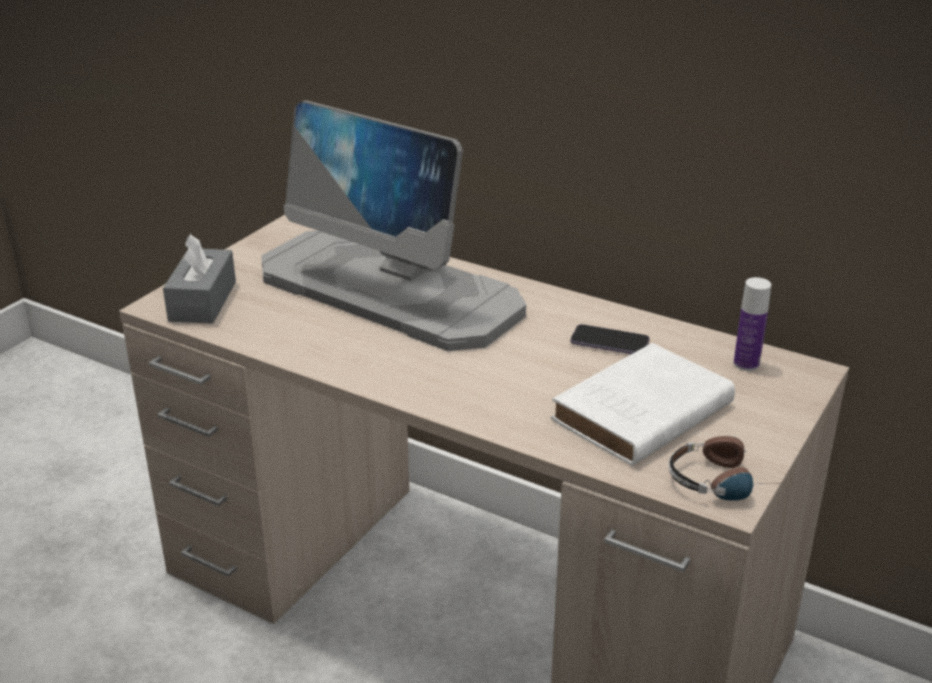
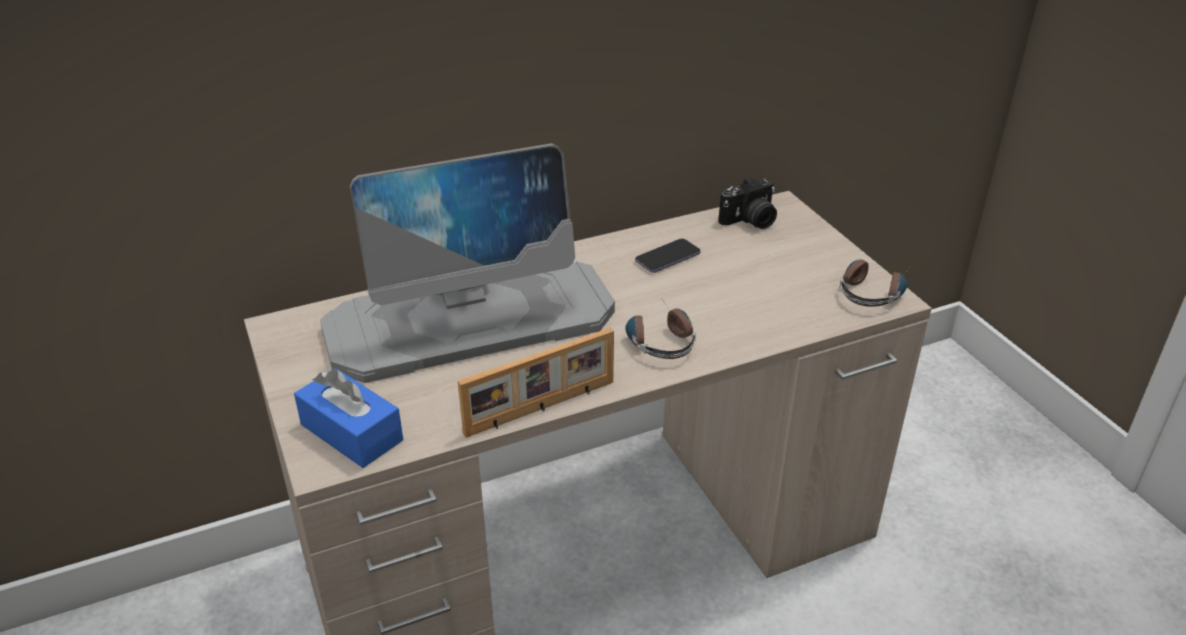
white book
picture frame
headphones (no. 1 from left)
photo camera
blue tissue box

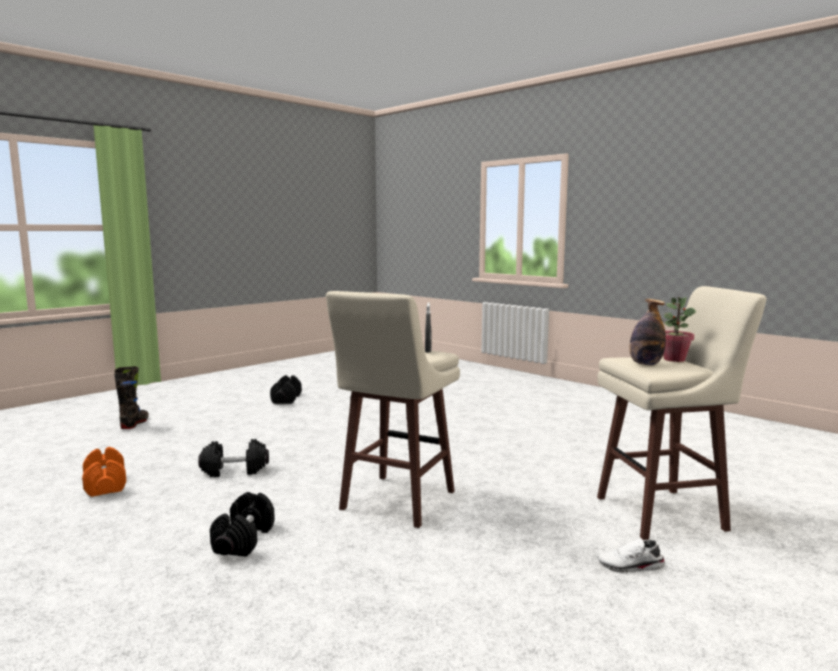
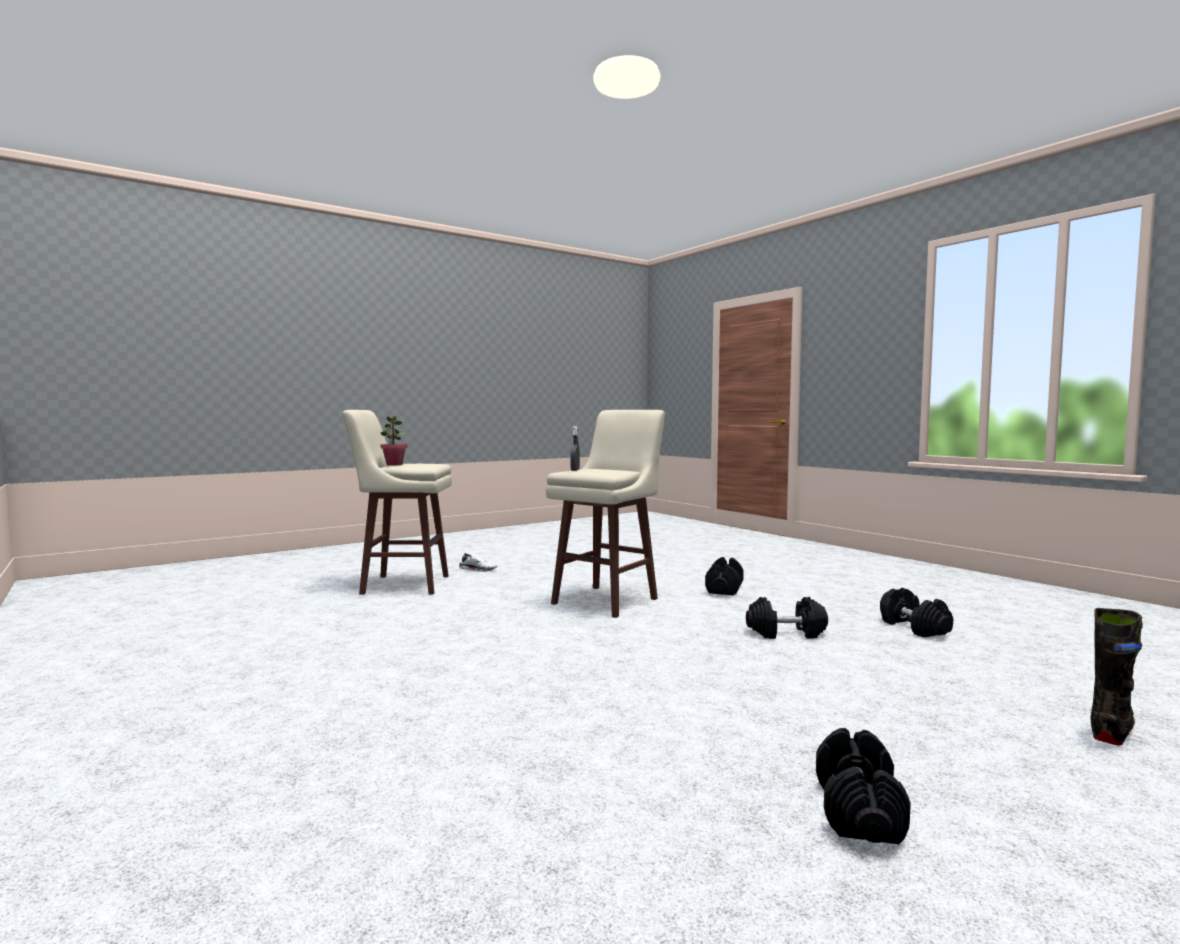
bottle
black dumbbell (no. 4 from left)
black boot

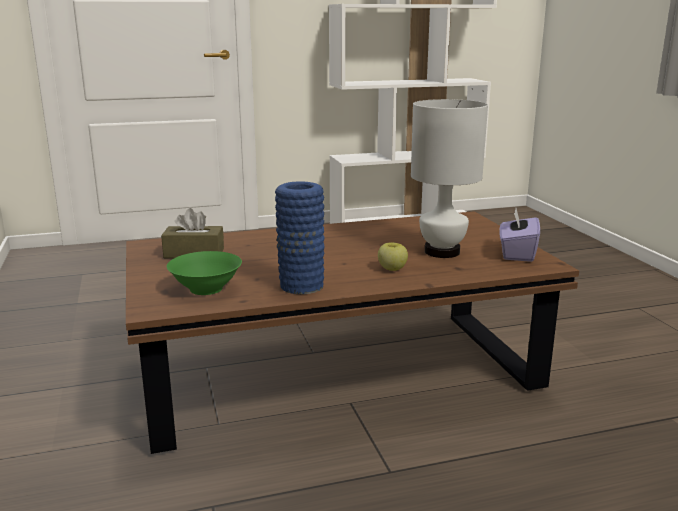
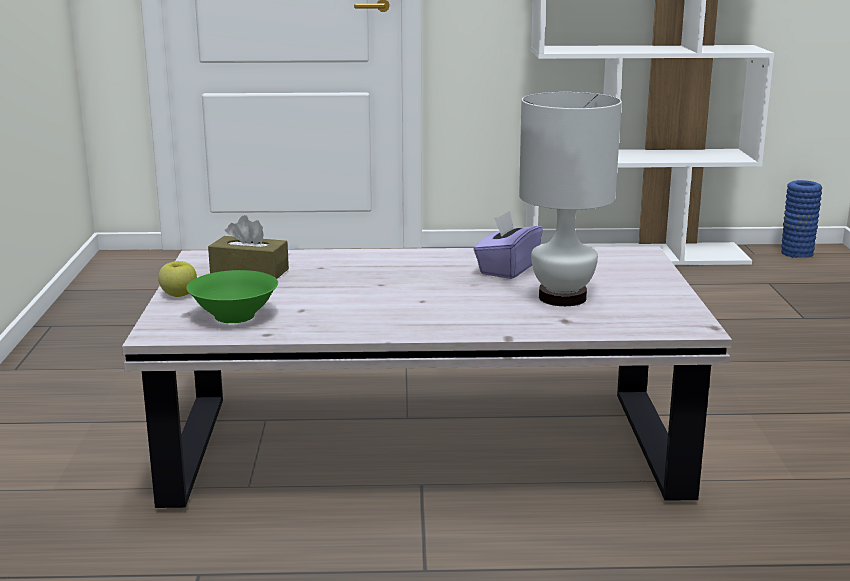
blue vase
apple
purple tissue box
white coffee table

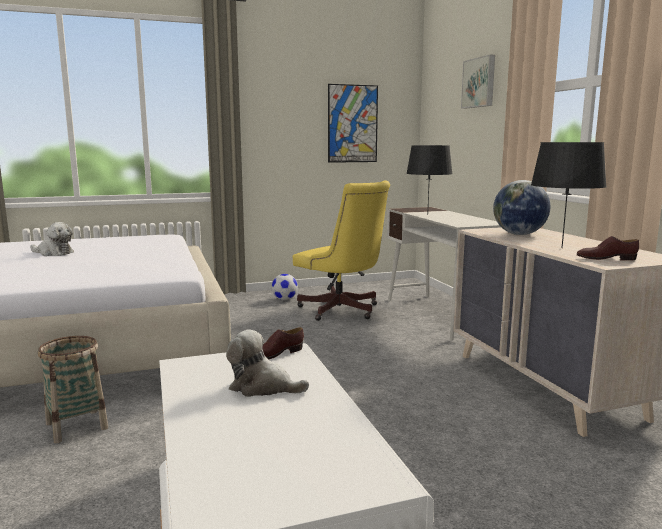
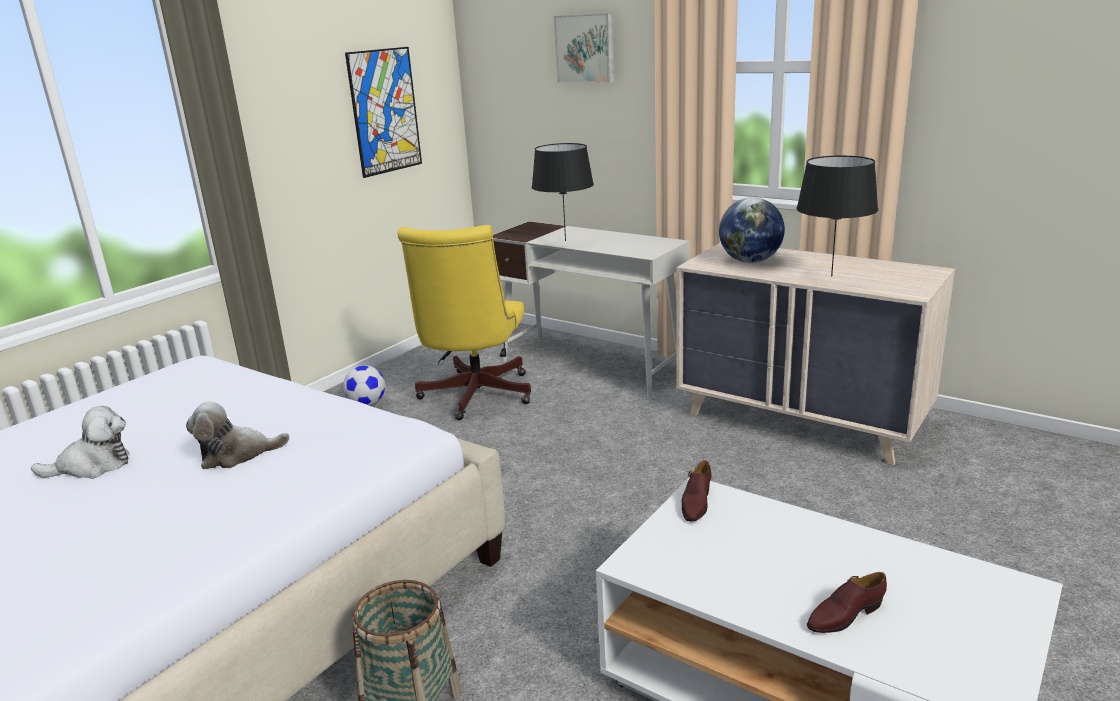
plush toy (no. 2 from left)
brown shoe (no. 2 from left)
yellow office chair

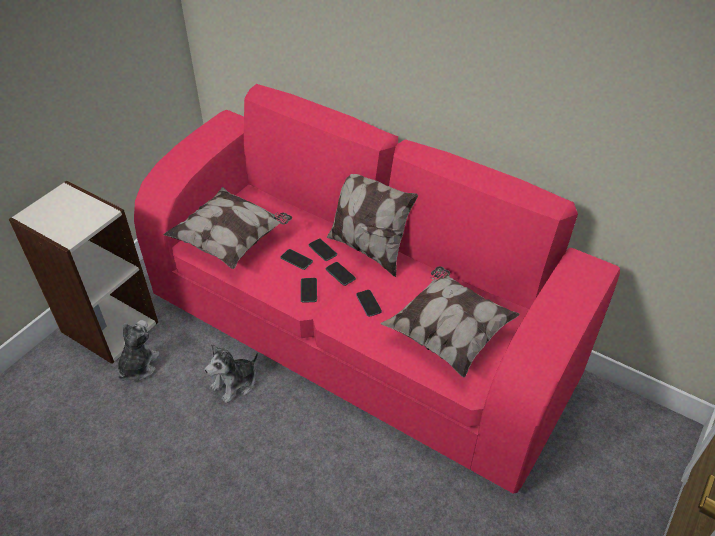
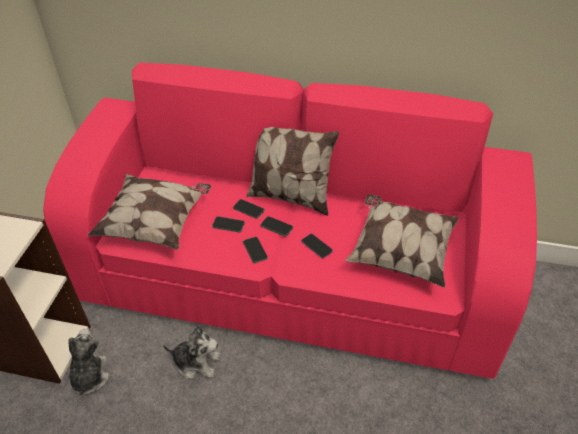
plush toy (no. 2 from left)

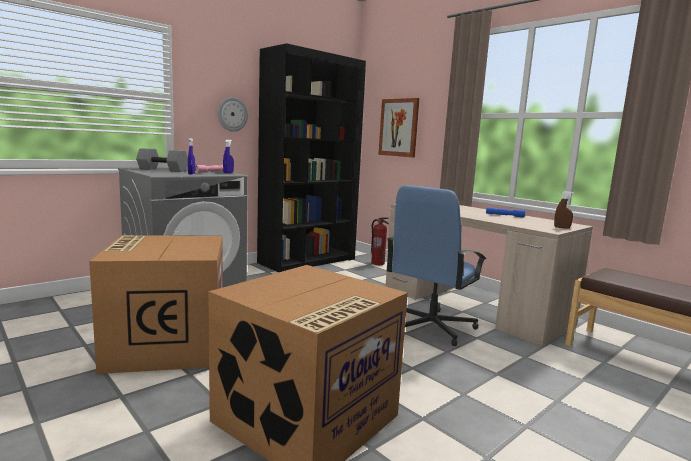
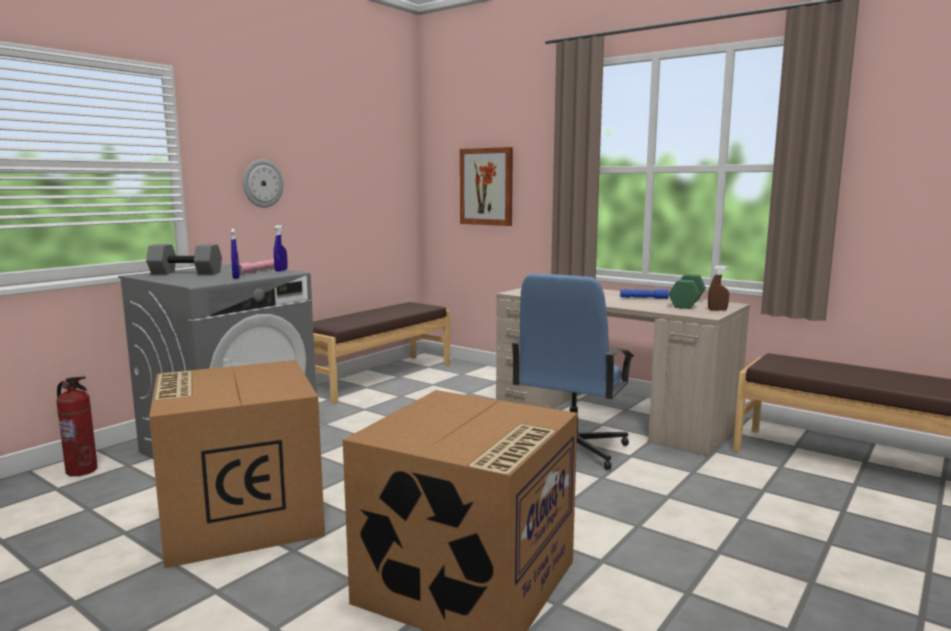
green dumbbell
fire extinguisher
brown bench (no. 1 from left)

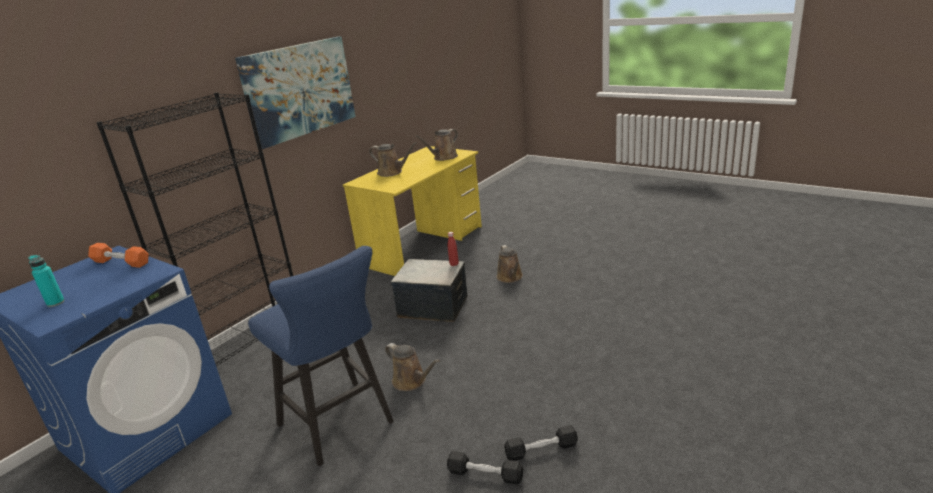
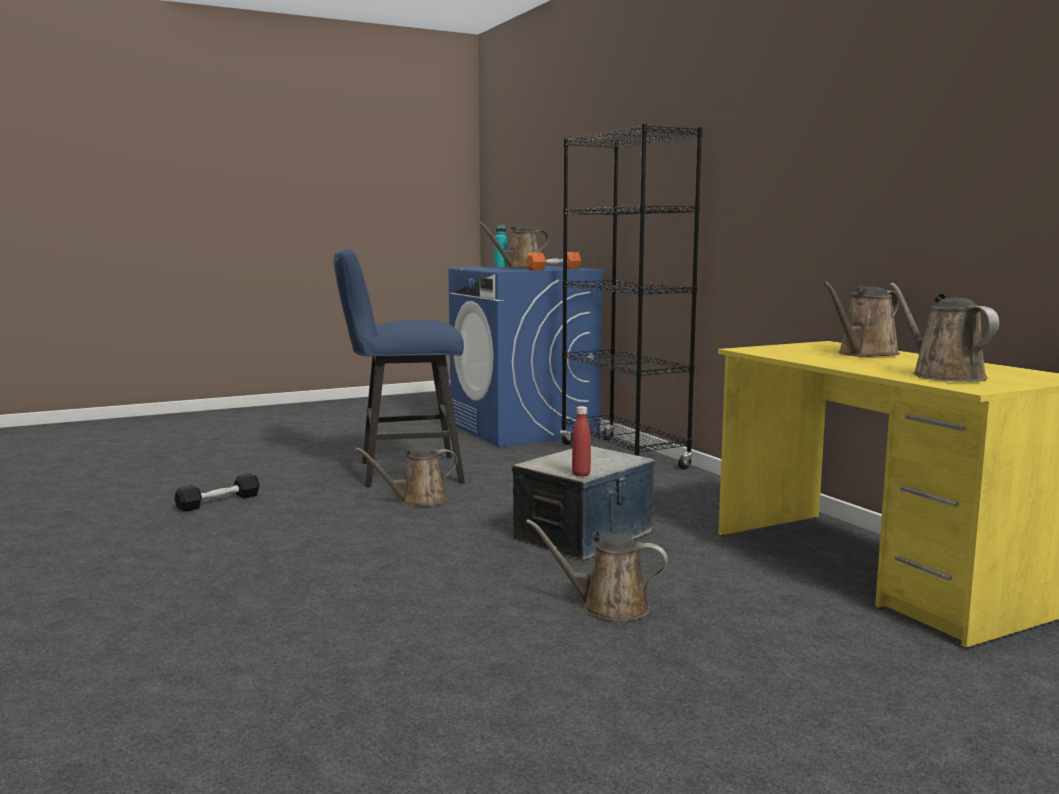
picture
black dumbbell (no. 2 from left in the first image)
brown watering can (no. 2 from left)

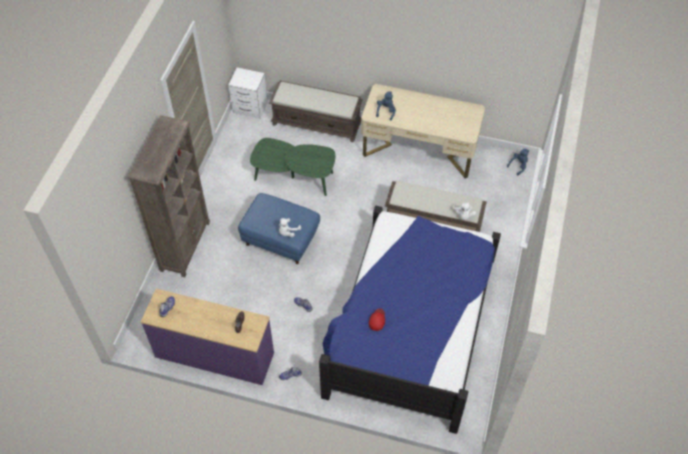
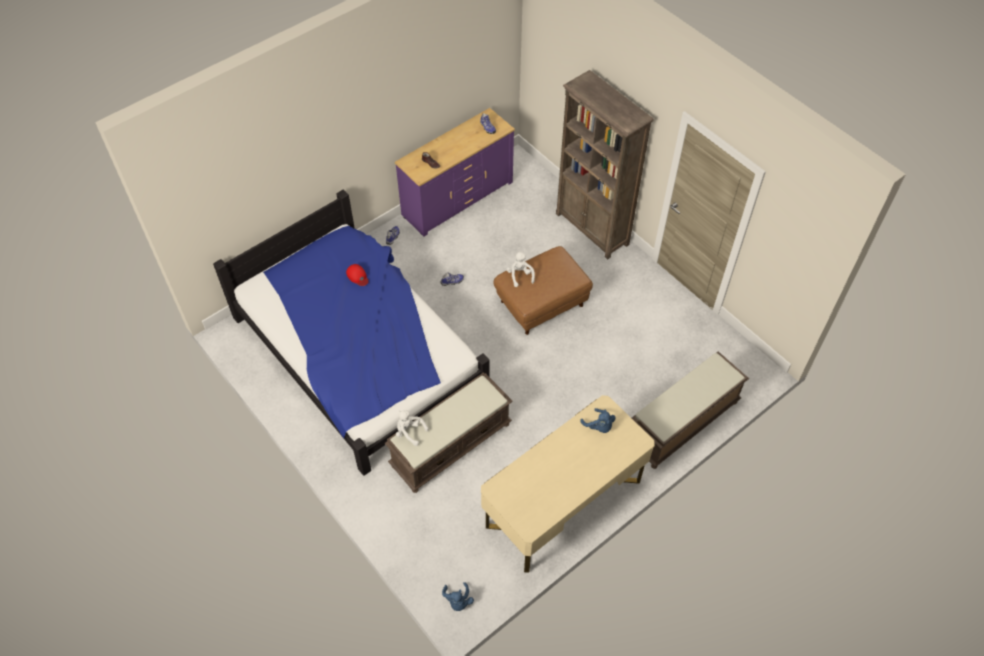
white nightstand
green coffee table
brown ottoman

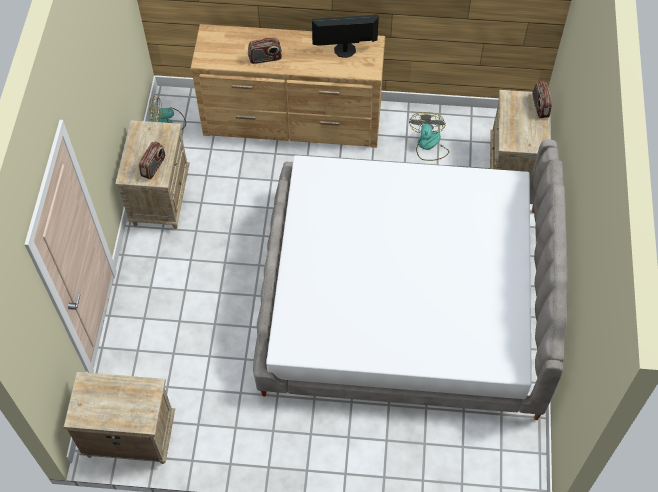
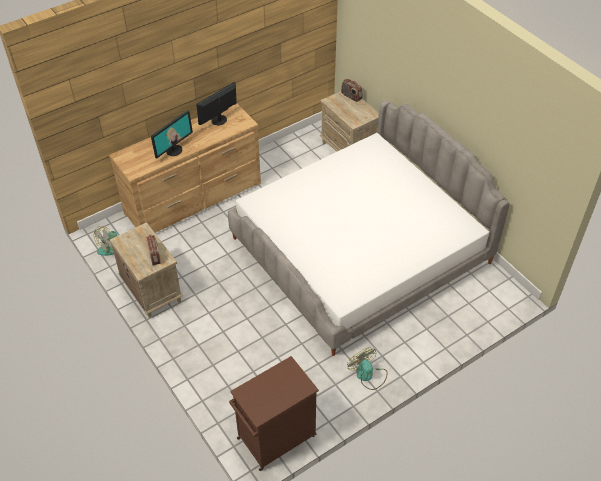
fan (no. 2 from left)
brown cabinet
monitor (no. 1 from left)

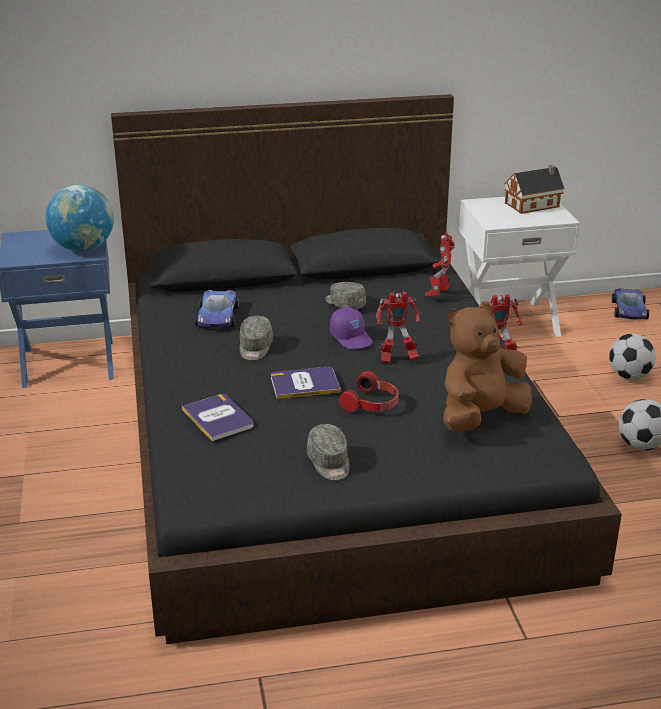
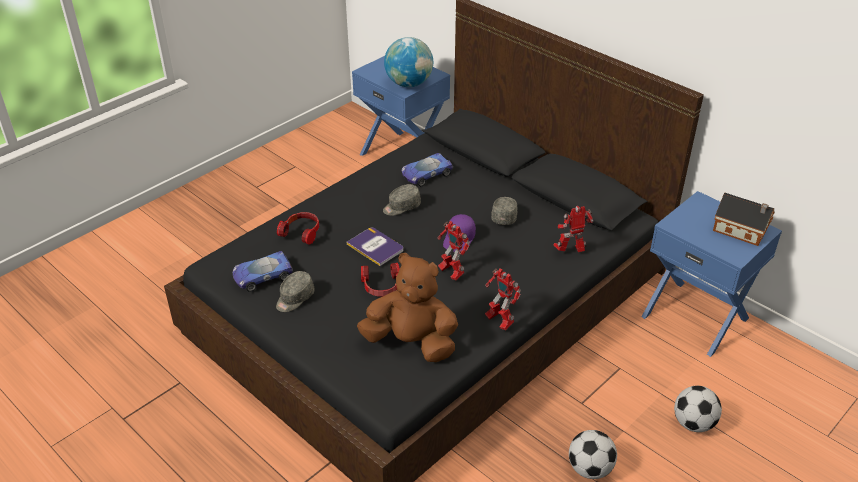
toy car (no. 1 from left)
headphones (no. 1 from left)
blue nightstand (no. 2 from left)

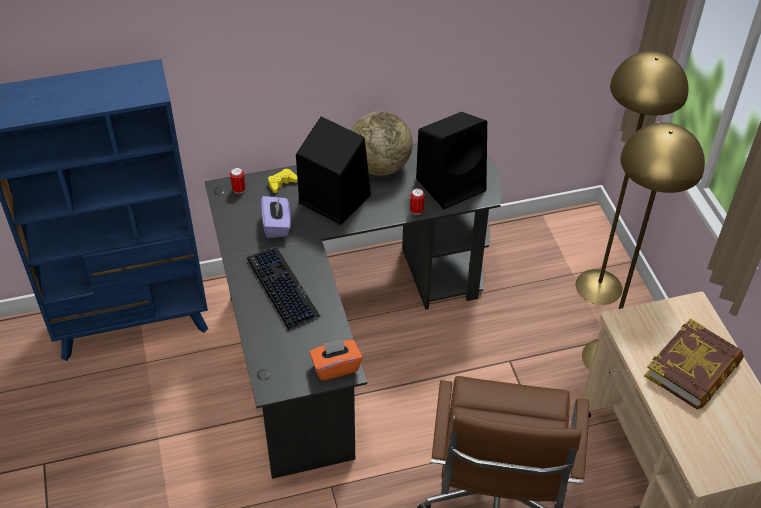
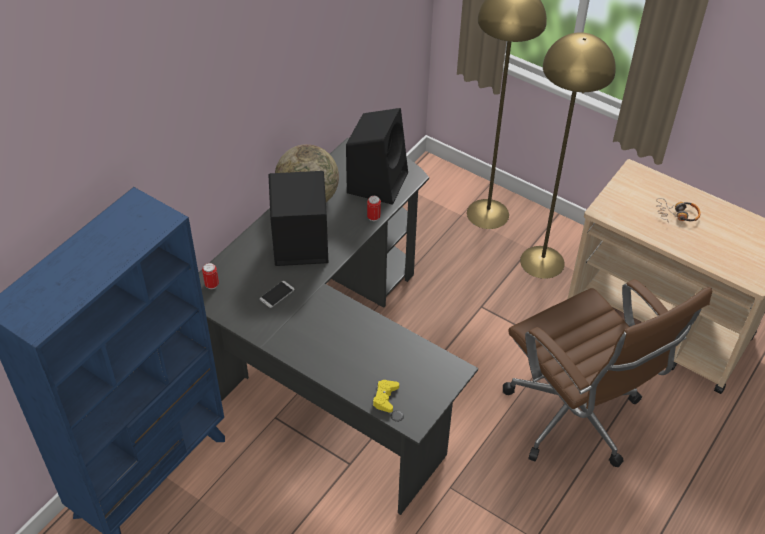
keyboard
orange tissue box
yellow game controller
phone
headphones

